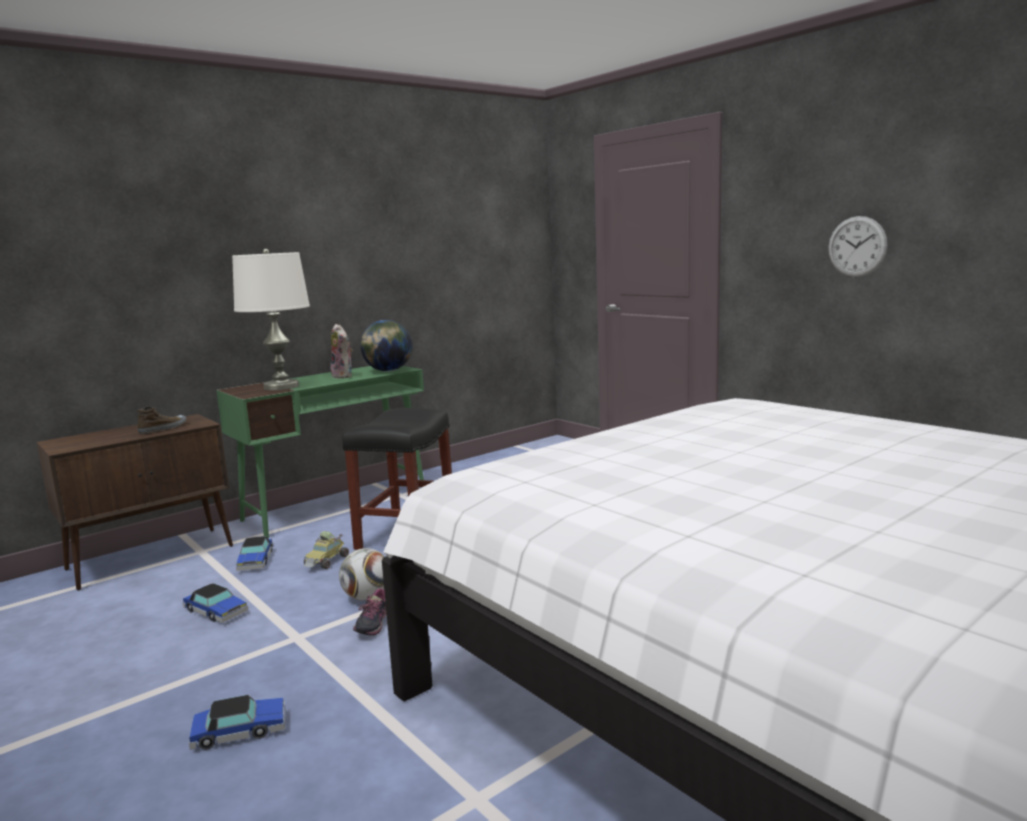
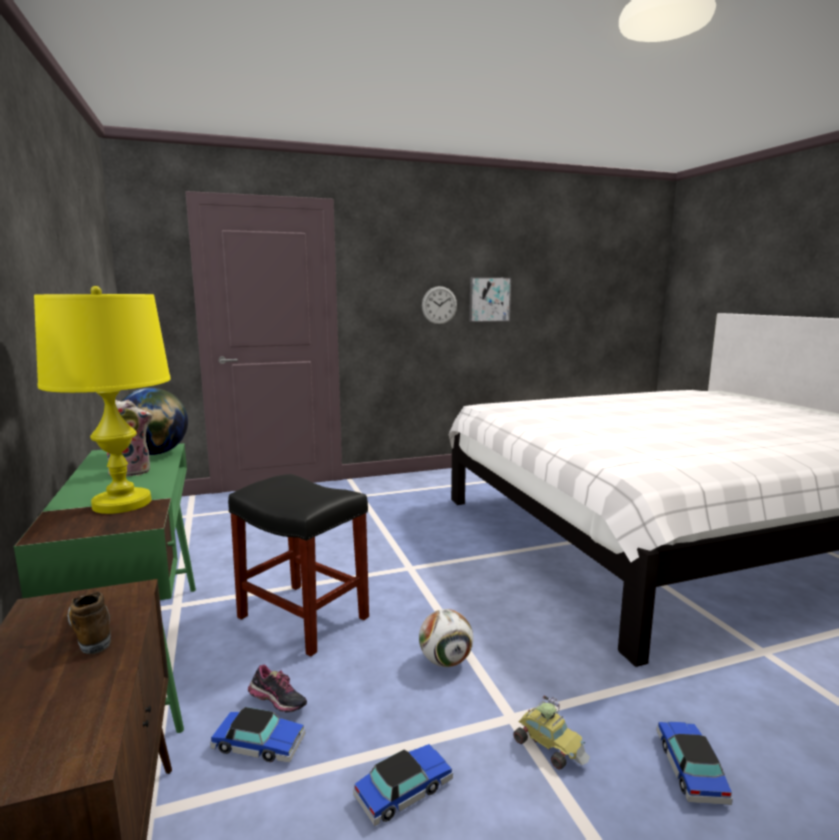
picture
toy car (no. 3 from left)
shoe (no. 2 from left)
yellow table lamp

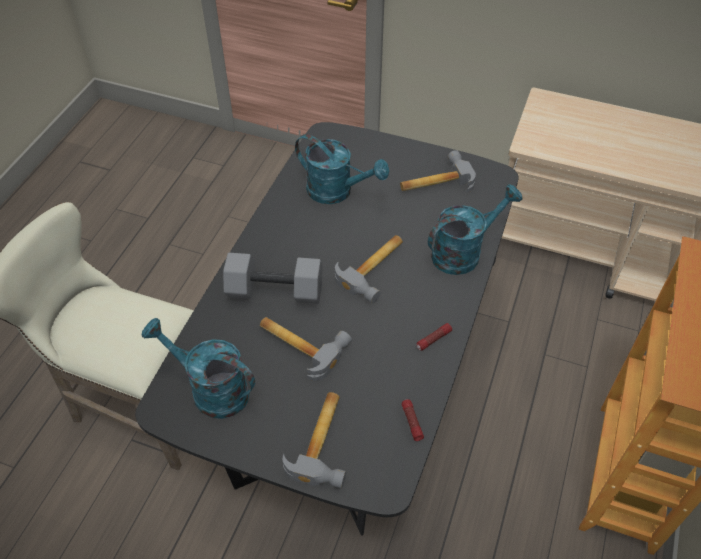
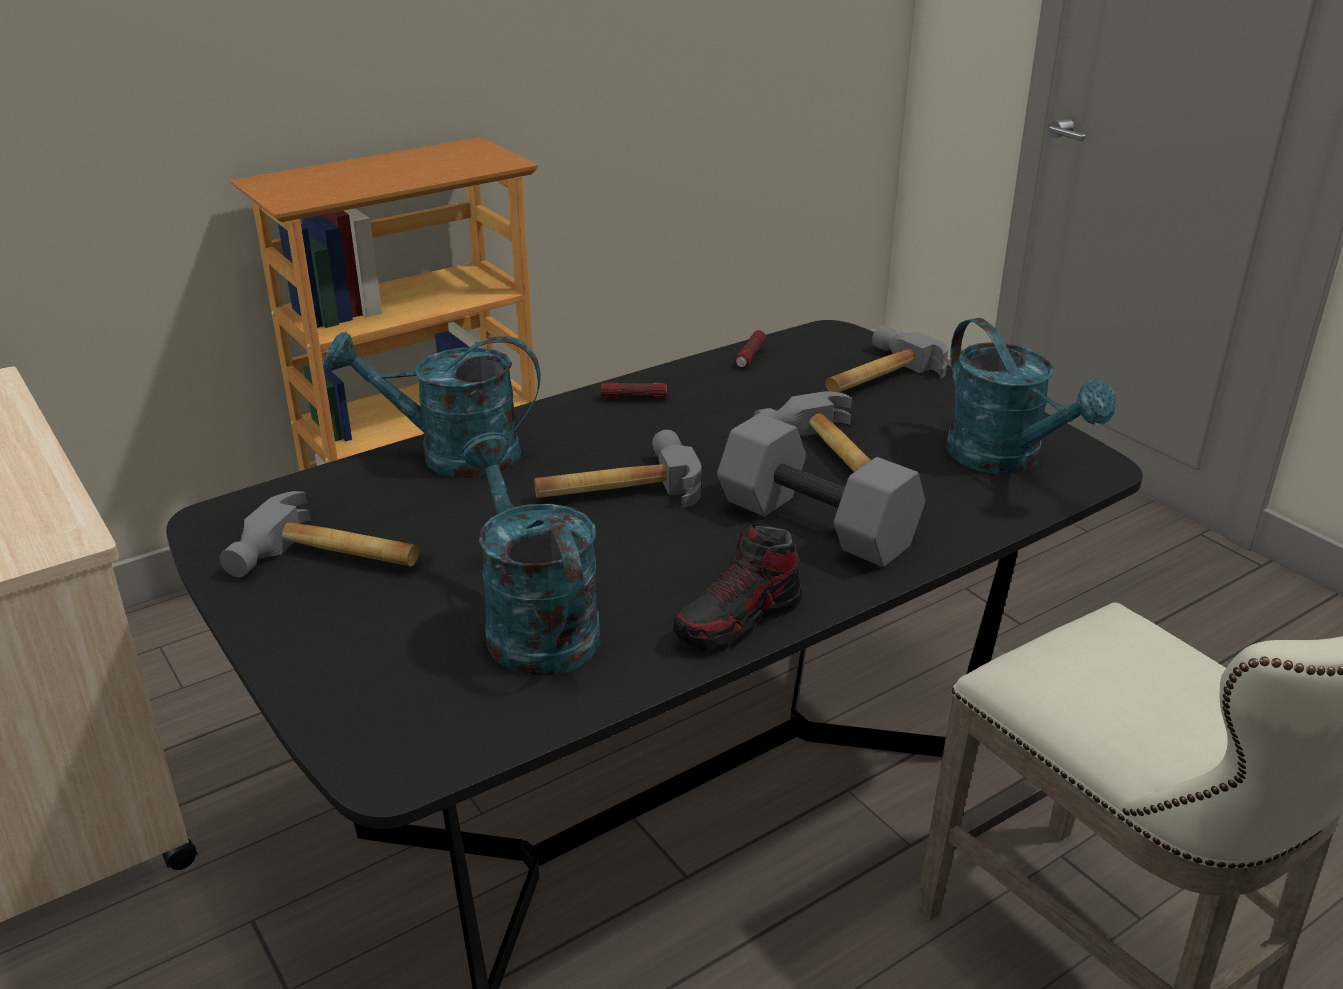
shoe

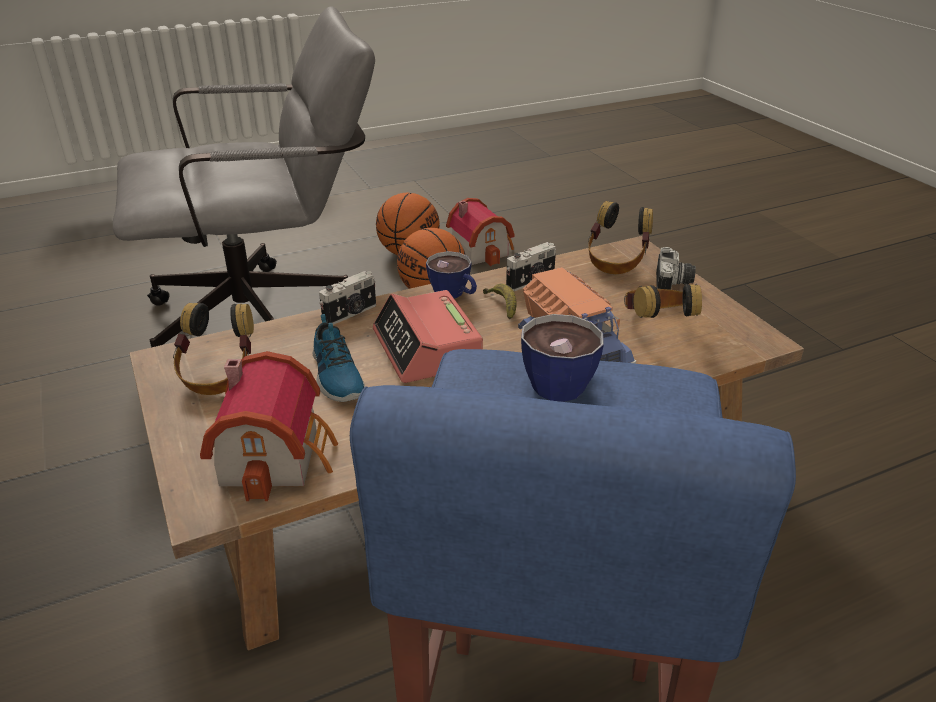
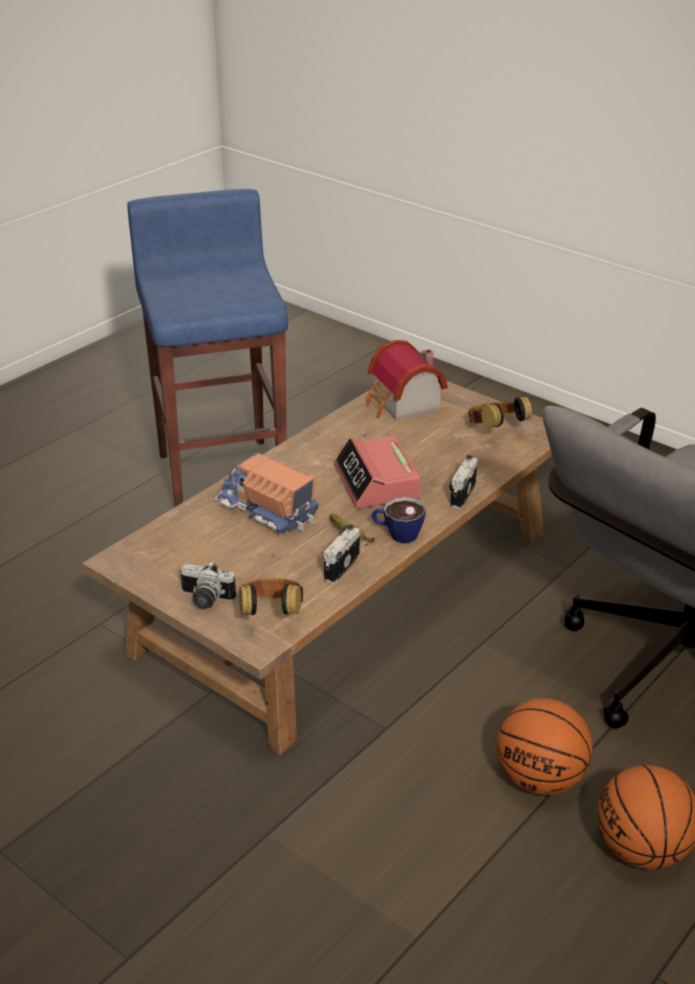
shoe
toy house (no. 2 from left in the first image)
cup (no. 2 from left in the first image)
headphones (no. 3 from left in the first image)
alarm clock
photo camera (no. 1 from left)

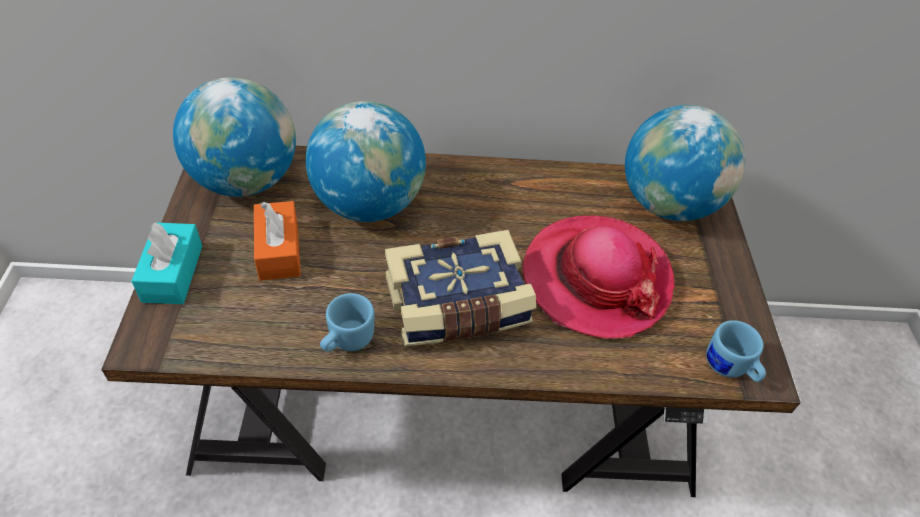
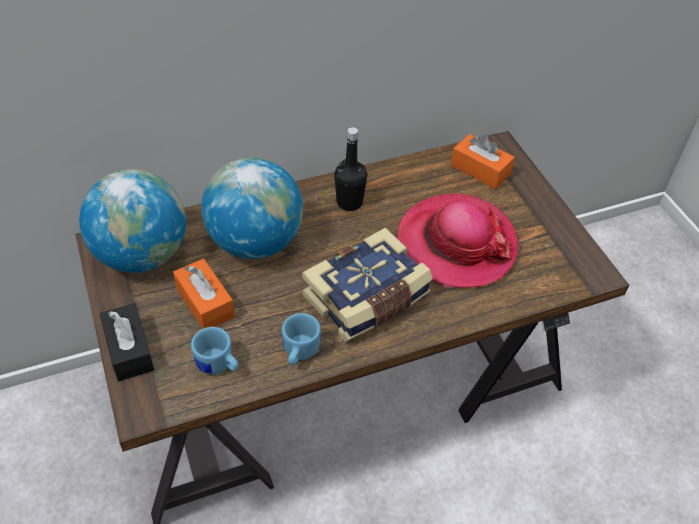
black bottle
blue mug (no. 1 from left)
orange tissue box (no. 2 from left)
black tissue box

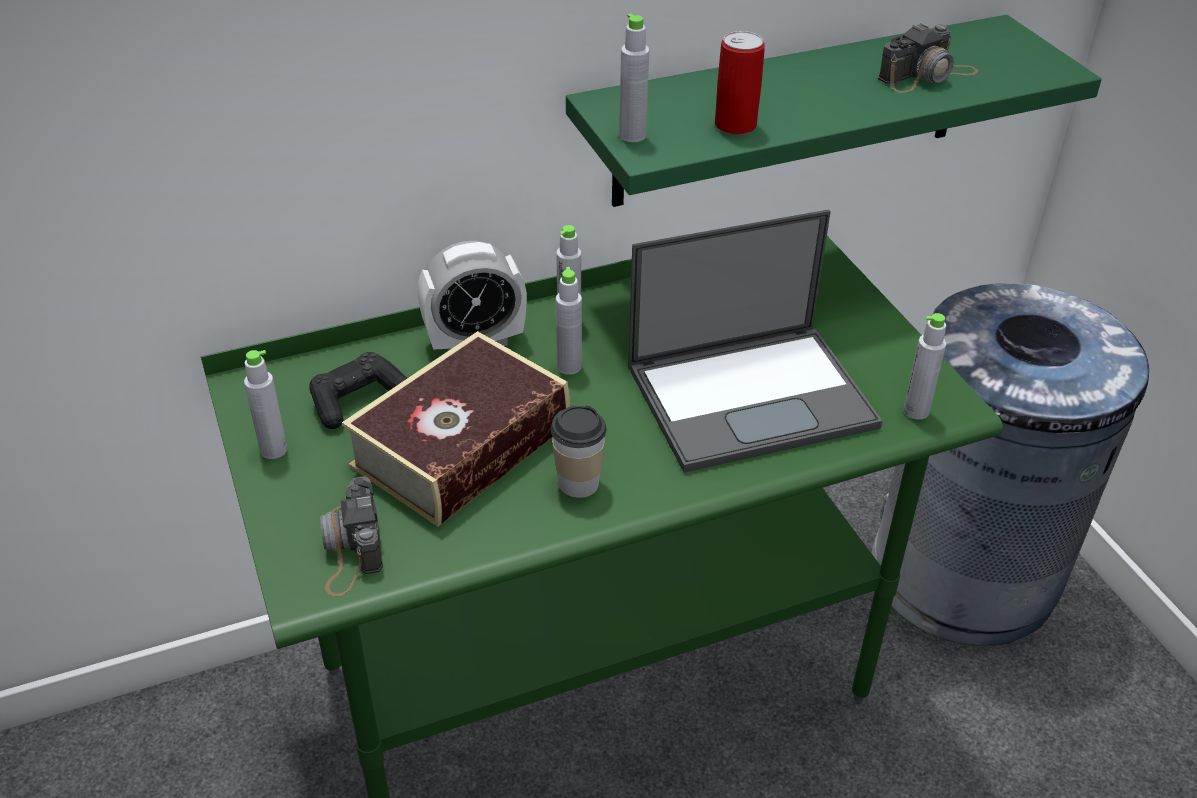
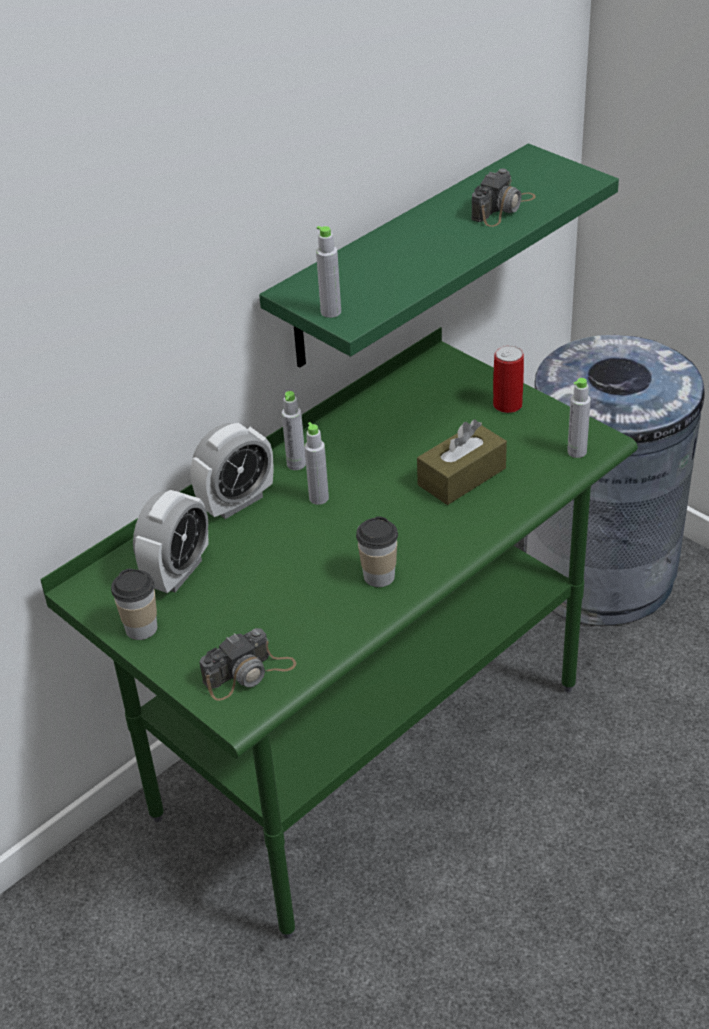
book
can
cup (no. 1 from left)
alarm clock (no. 1 from left)
brown tissue box
photo camera (no. 1 from left)

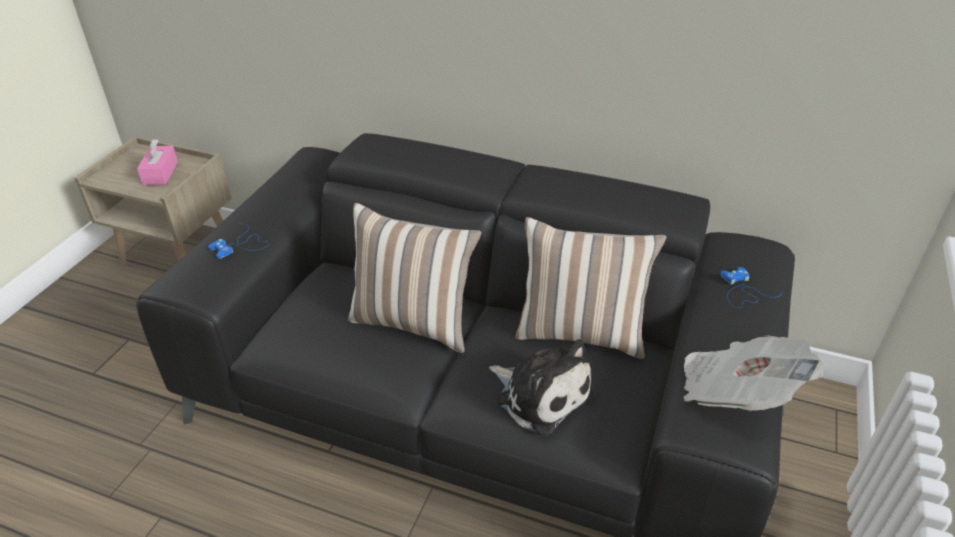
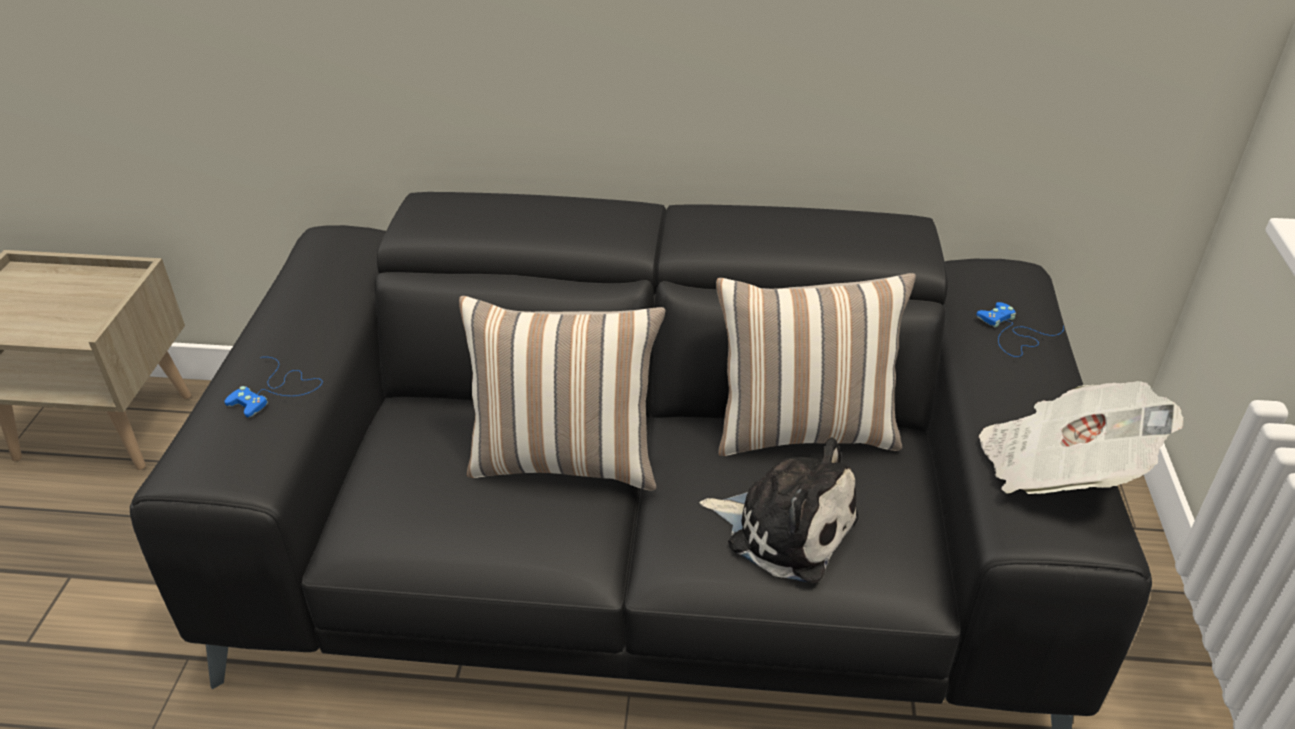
pink tissue box

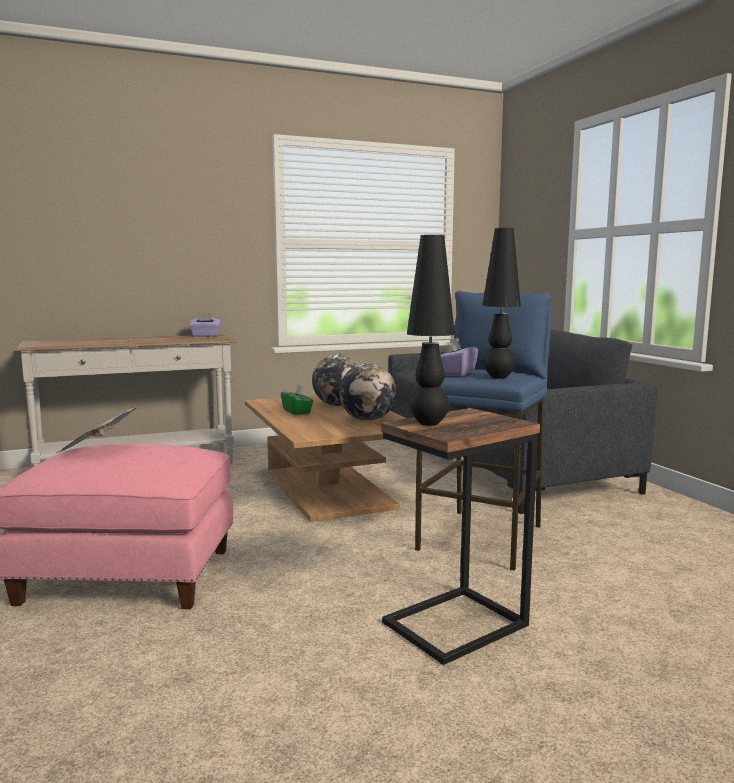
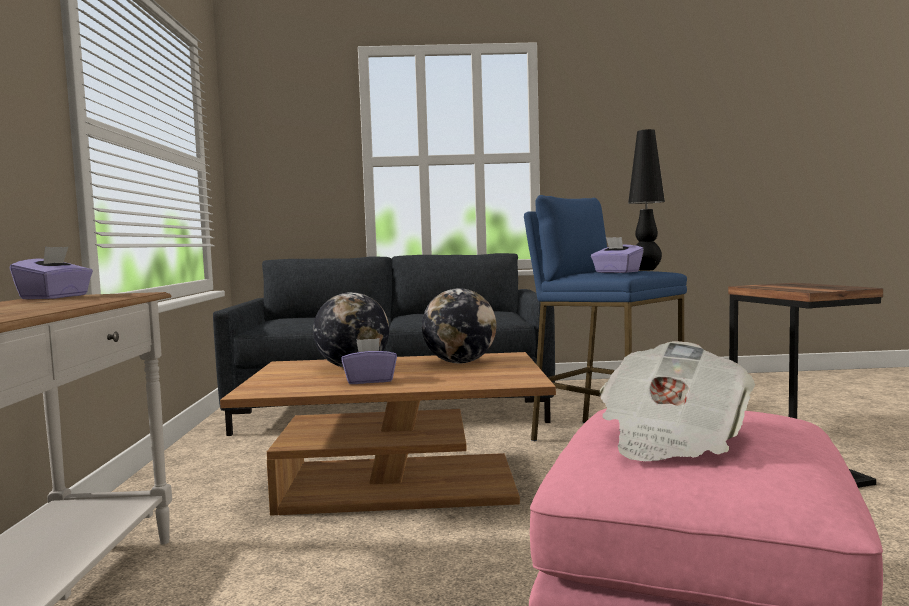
black table lamp (no. 1 from left in the first image)
purple tissue box (no. 2 from left)

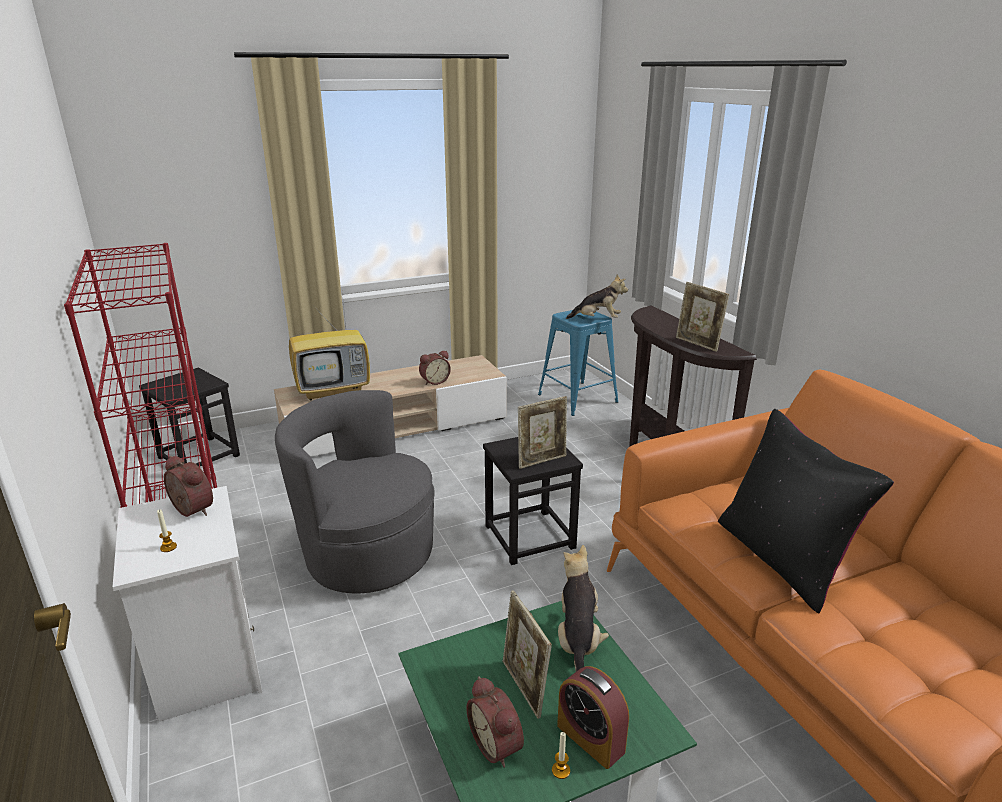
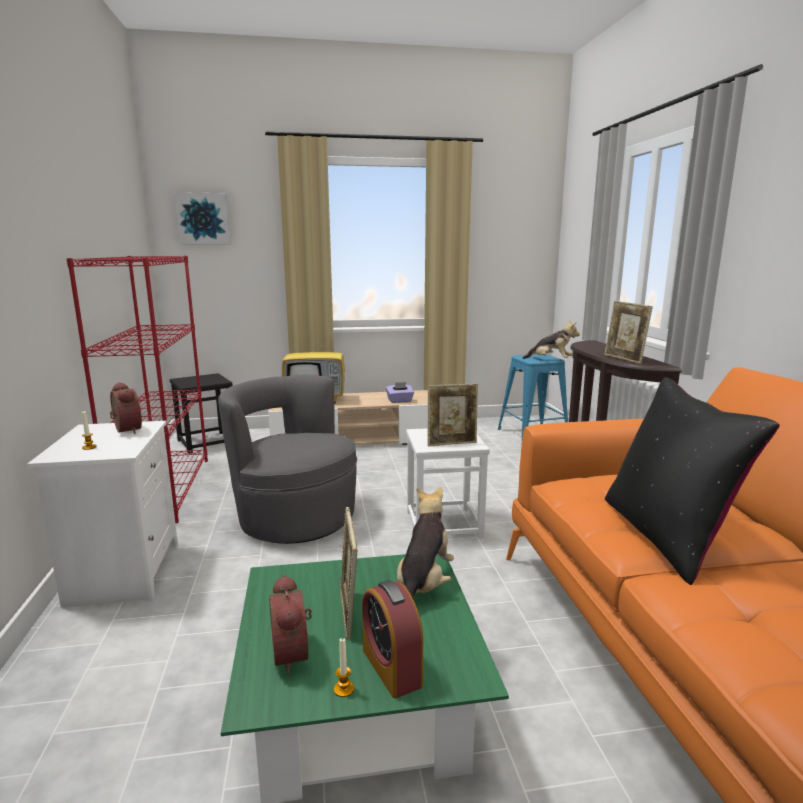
picture
purple tissue box
white stool

